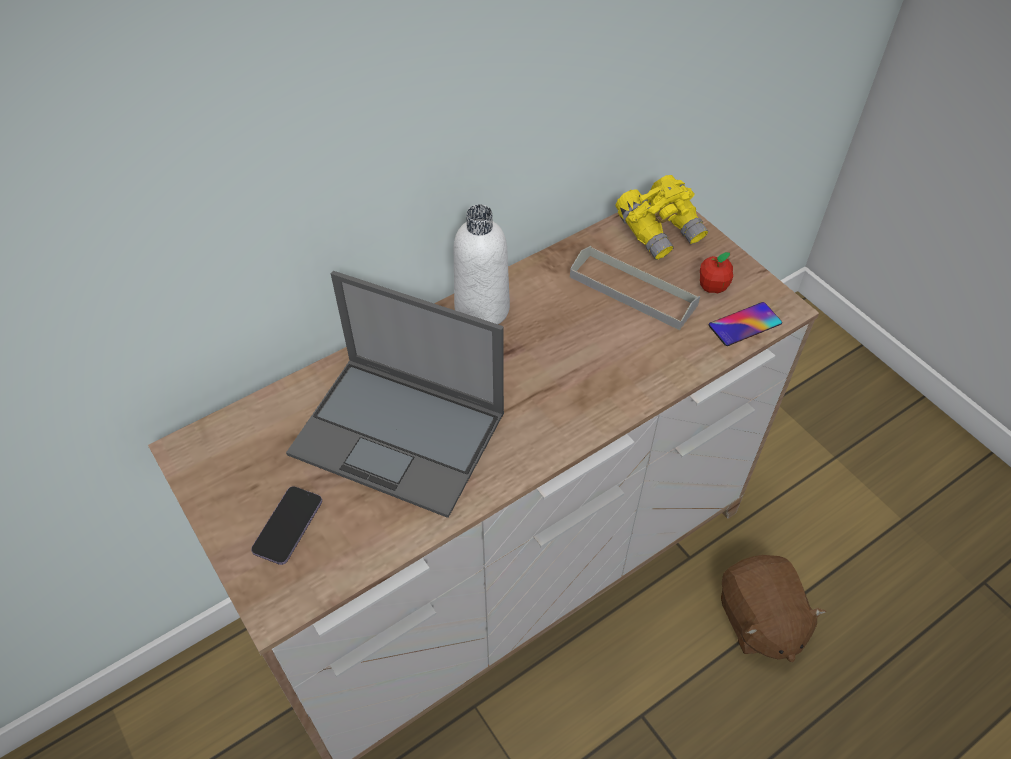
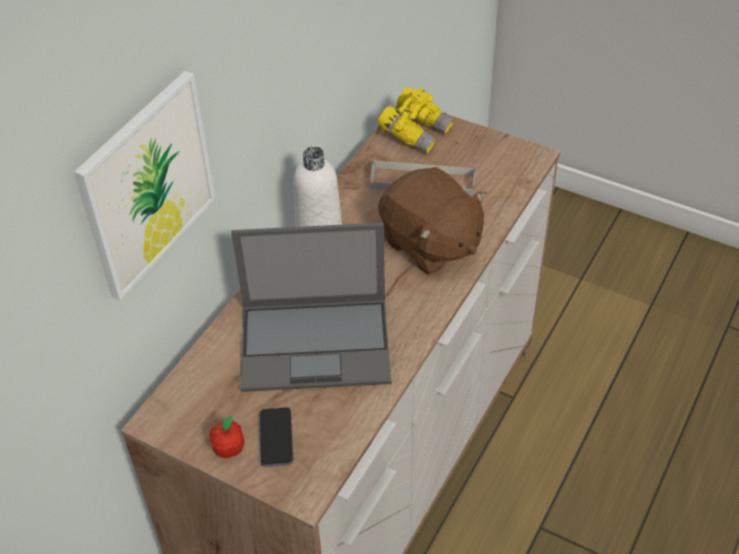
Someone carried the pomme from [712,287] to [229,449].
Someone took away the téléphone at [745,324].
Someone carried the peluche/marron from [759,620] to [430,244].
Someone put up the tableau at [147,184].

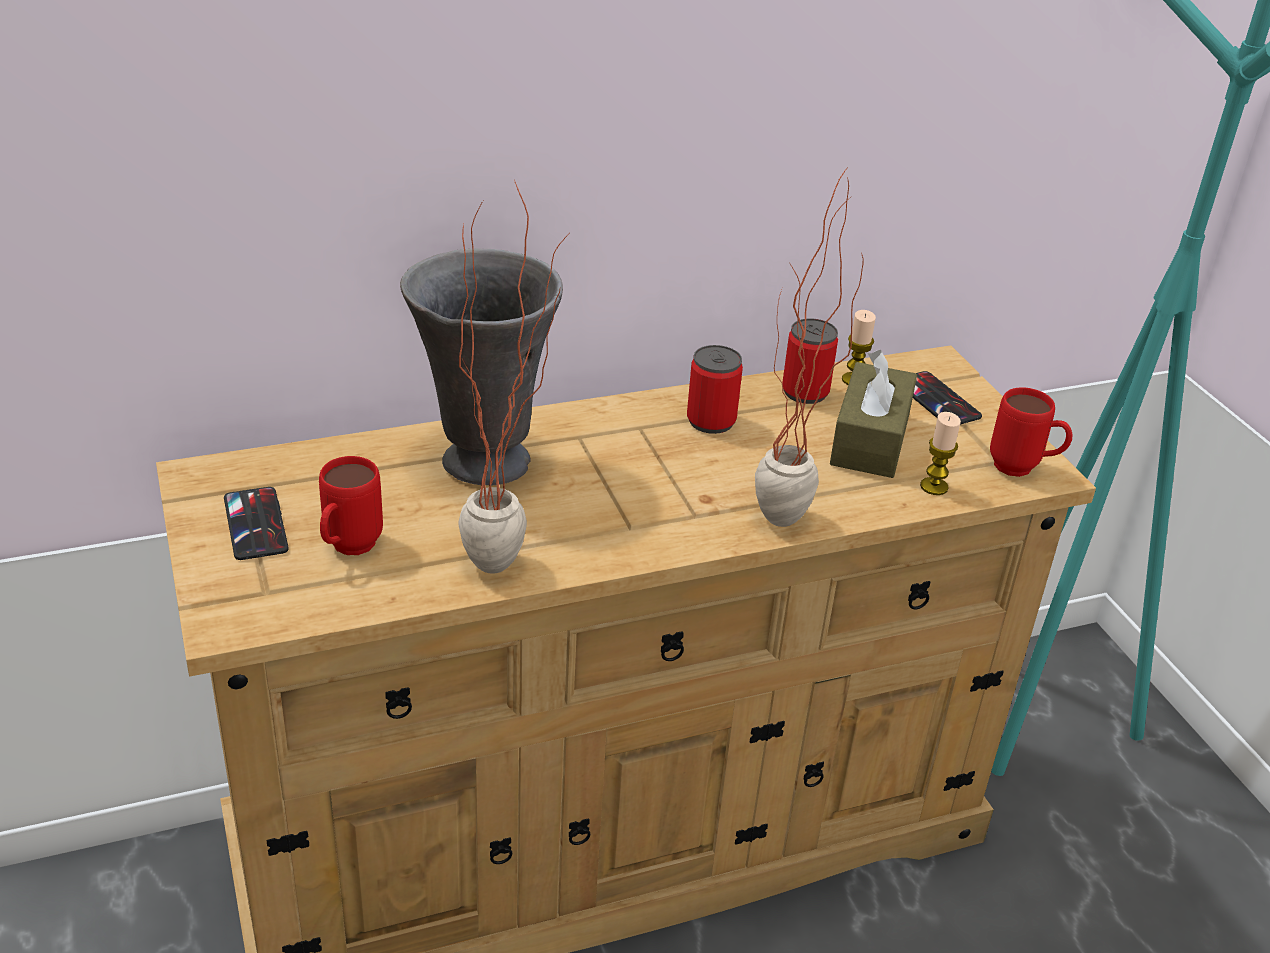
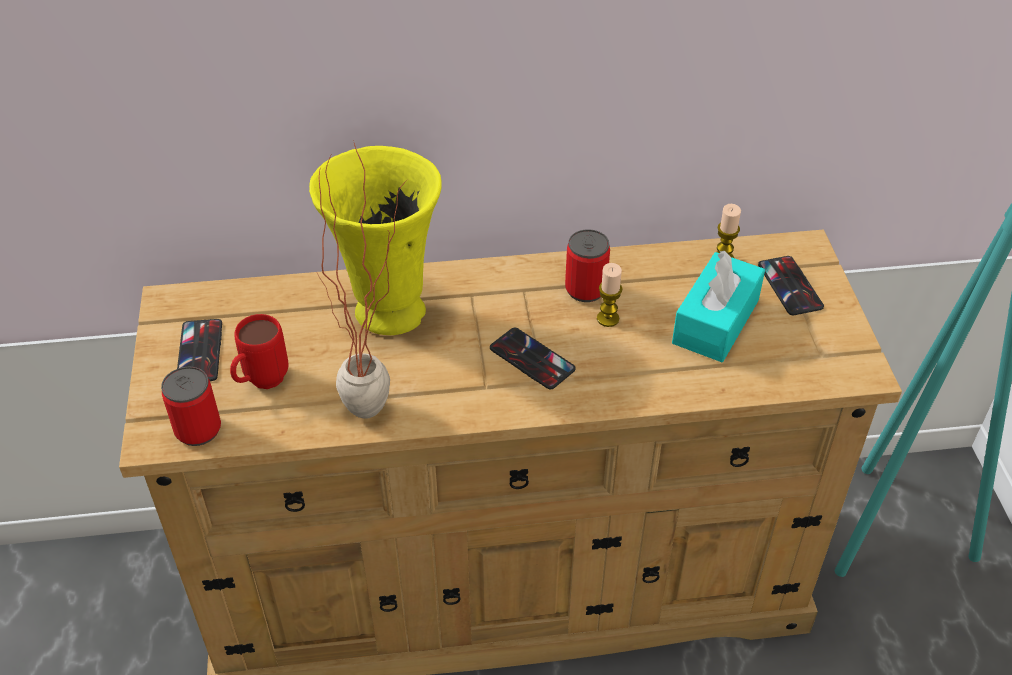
Someone took away the plante en pot at [781,531].
Someone repainted the vase/gris at [482,463], which became the vase/jaune at [387,312].
Someone carried the boîte métallique from [805,392] to [198,430].
Someone repainted the boîte à mouchoirs/marron at [870,440], which became the boîte à mouchoirs/turquoise at [715,322].
Someone took away the mug/rouge at [1023,469].
Someone carried the bougie from [934,487] to [607,319].
Someone put down the téléphone at [532,359].

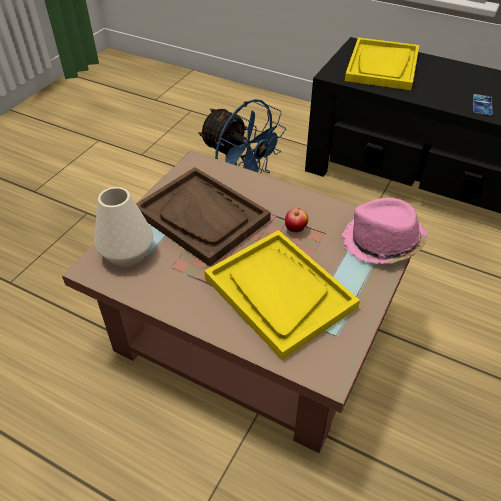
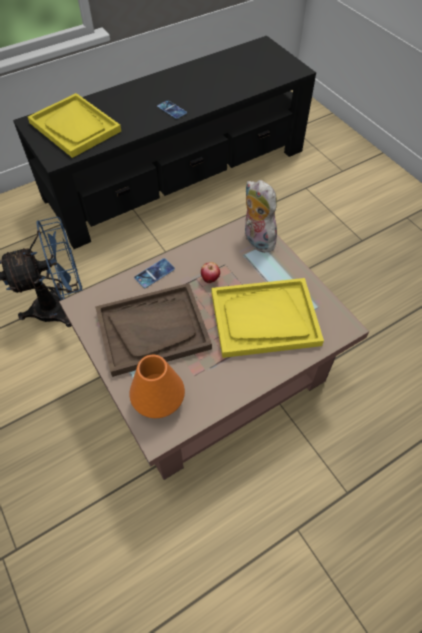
Someone repainted the vase/blanc at [127,253], which became the vase/orange at [158,401].
Someone swapped the chapeau/rose at [381,243] for the peluche at [256,240].
Someone put down the téléphone at [154,273].

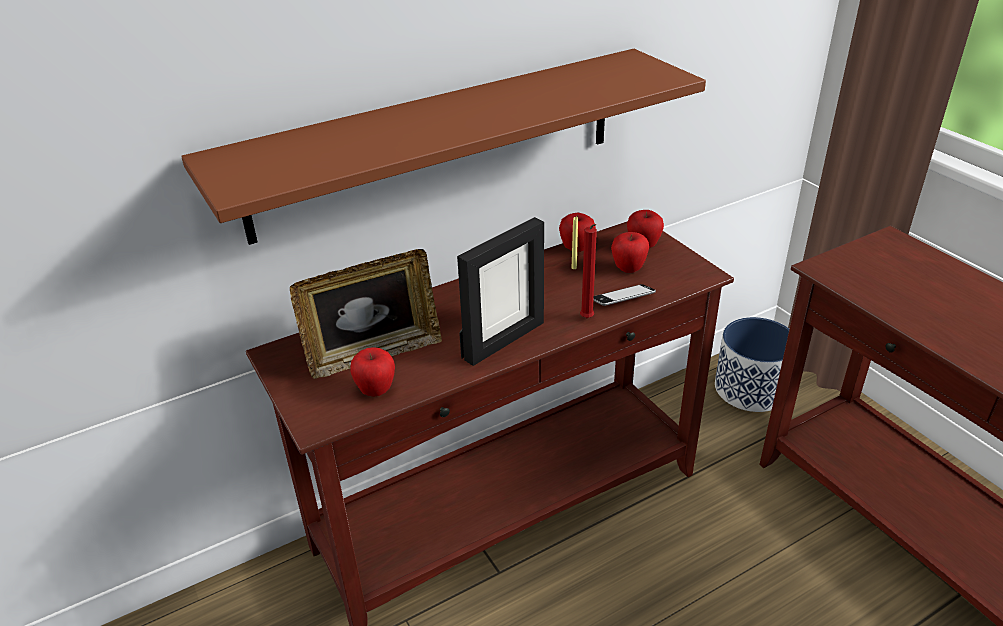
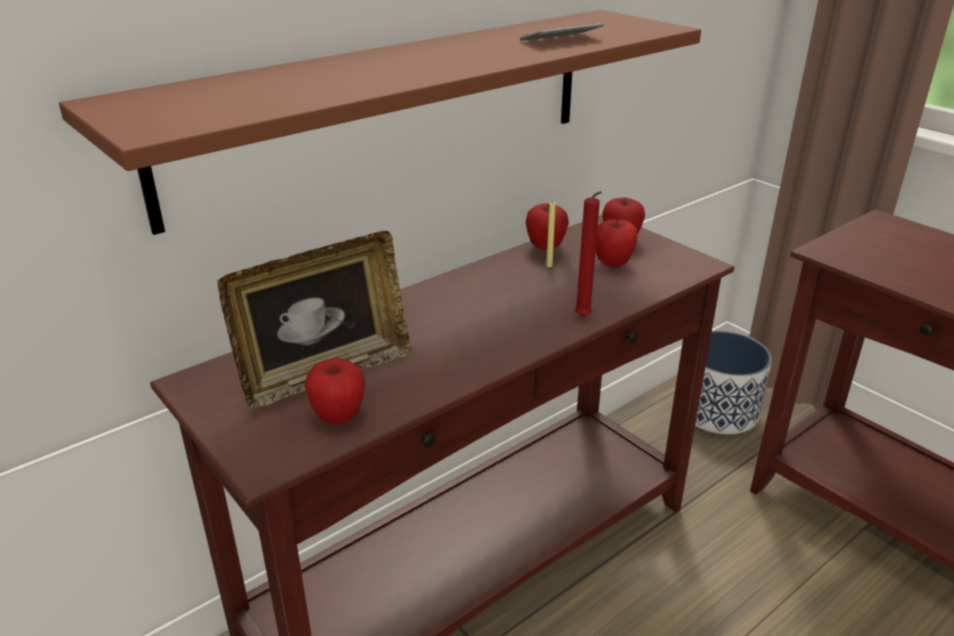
Someone took away the cadre photo at [503,340].
Someone carried the téléphone from [622,299] to [561,40].

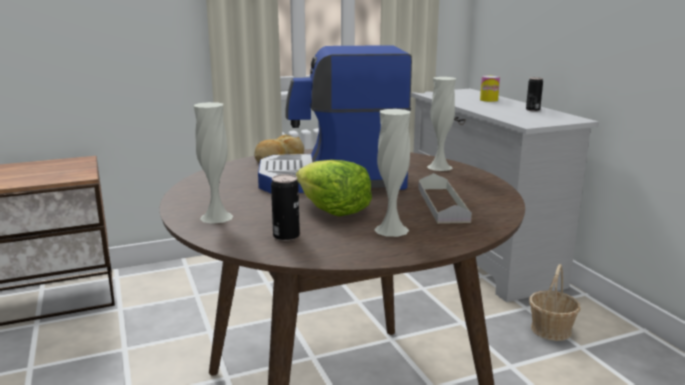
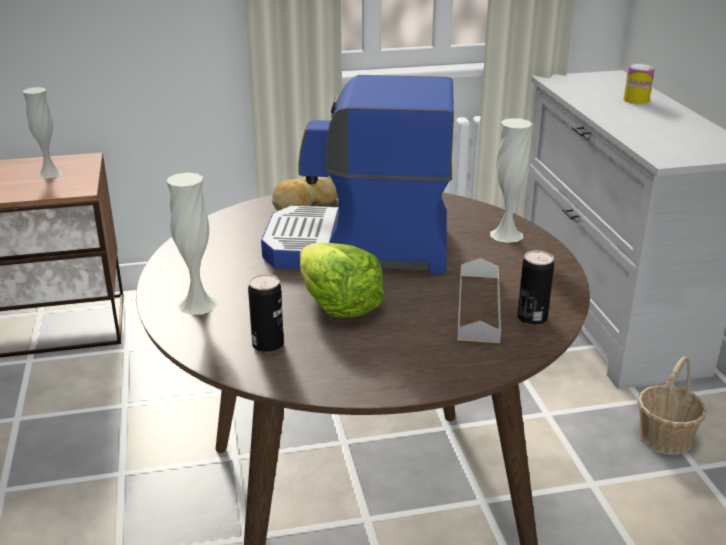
Someone carried the boîte métallique from [532,110] to [532,318].
Someone carried the vase/blanc from [391,230] to [49,173].

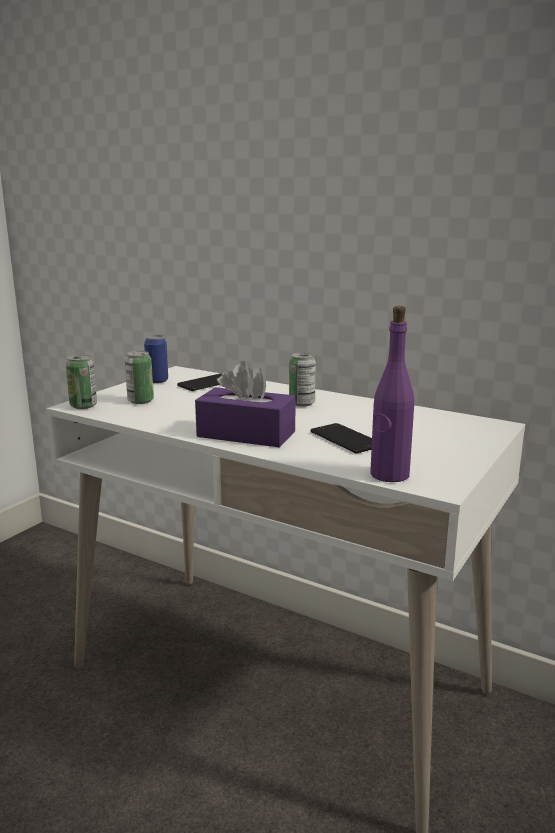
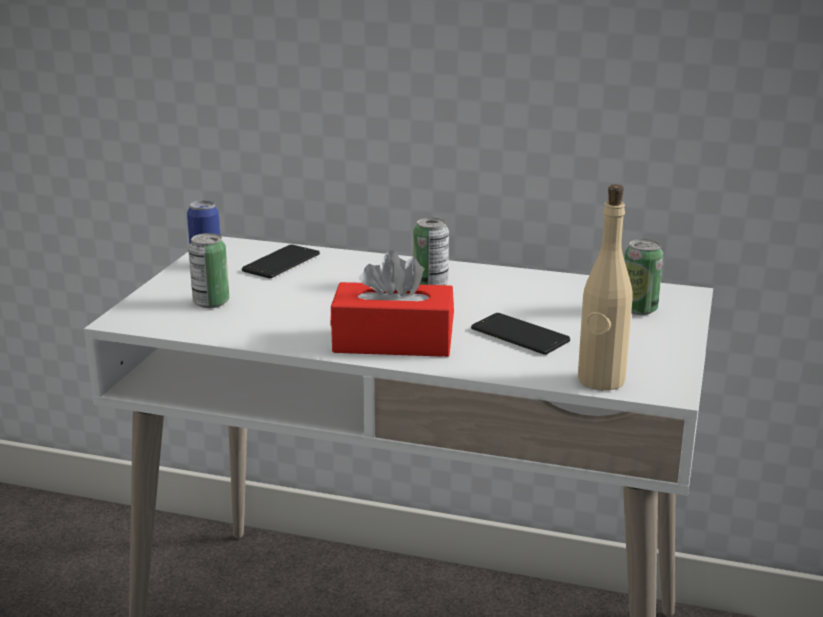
Someone repainted the bouteille/violet at [389,475], which became the bouteille/beige at [601,380].
Someone carried the boîte métallique from [83,406] to [639,309].
Someone repainted the boîte à mouchoirs/violet at [246,434], which became the boîte à mouchoirs/rouge at [393,341].

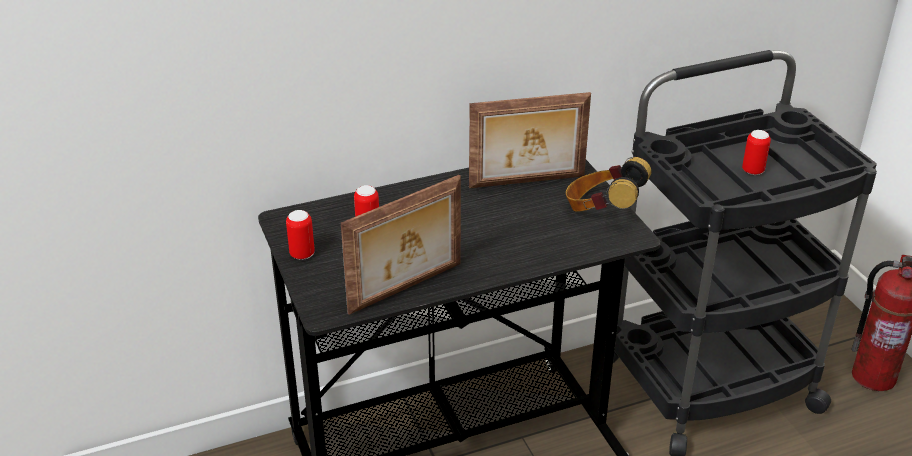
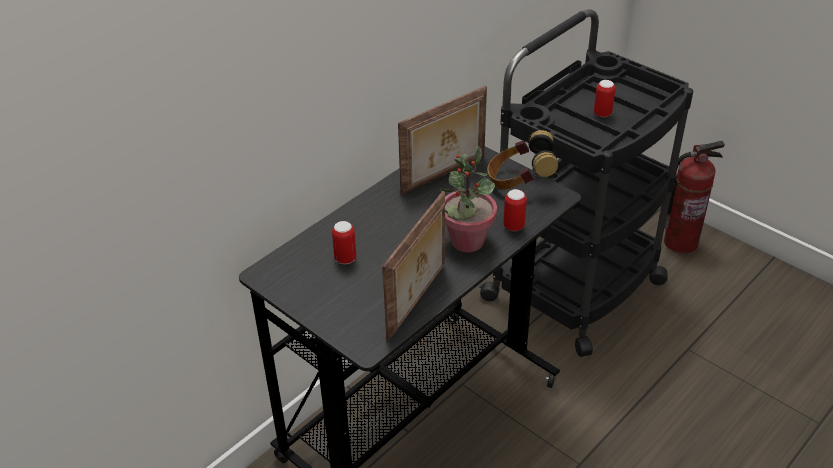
Someone carried the boîte métallique from [302,254] to [513,226].
Someone put down the plante en pot at [467,241].

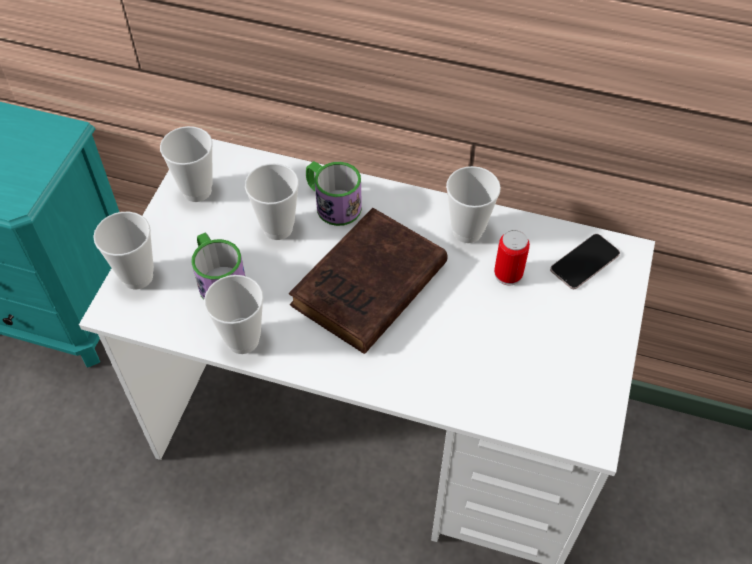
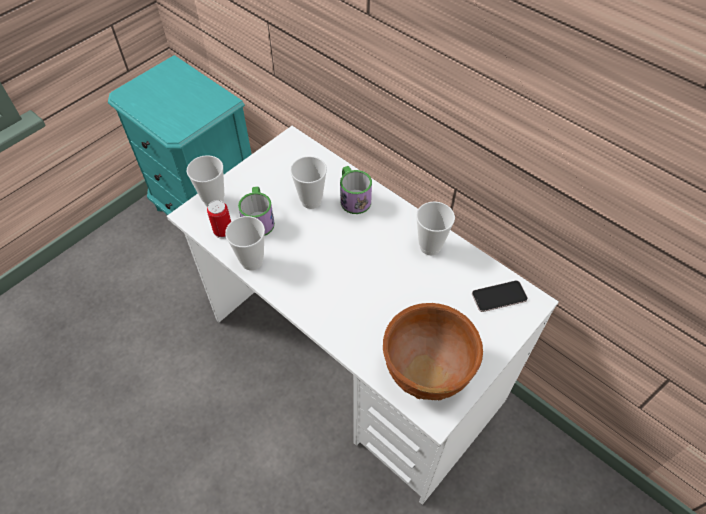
Someone took away the tasse at [197,191].
Someone took away the livre/marron at [366,288].
Someone carried the boîte métallique from [508,274] to [223,231].
Someone put down the bol/marron at [427,370].

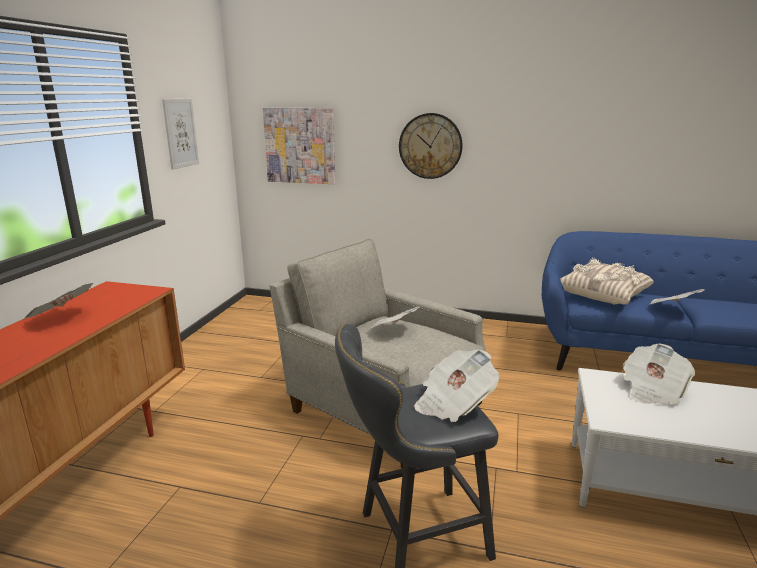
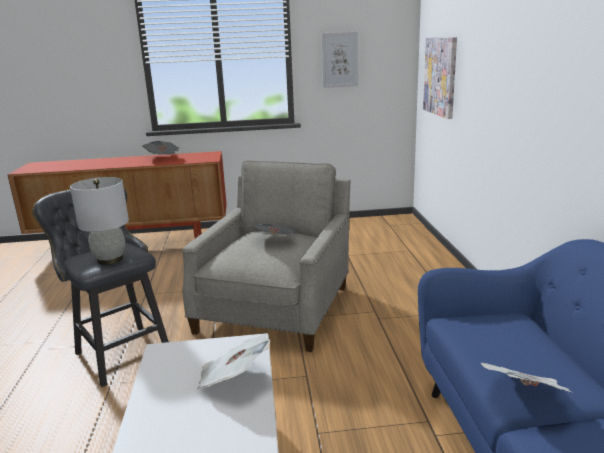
Someone took away the horloge murale at [430,146].
Someone took away the coussin/beige at [602,296].
Someone swapped the journal at [453,403] for the lampe de table/blanc at [110,259].

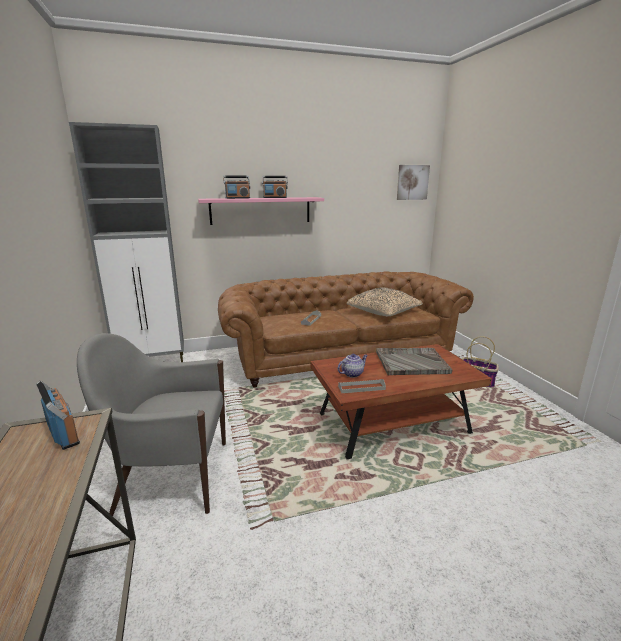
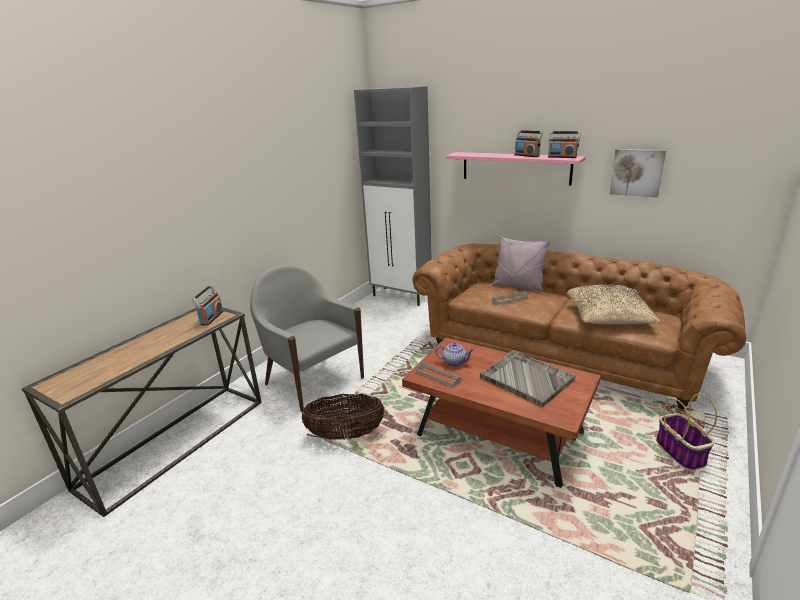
Someone carried the tableau from [412,182] to [637,172].
Someone carried the radio from [237,198] to [562,157].
Someone put down the coussin/violet at [518,287].
Someone put down the panier at [346,435].

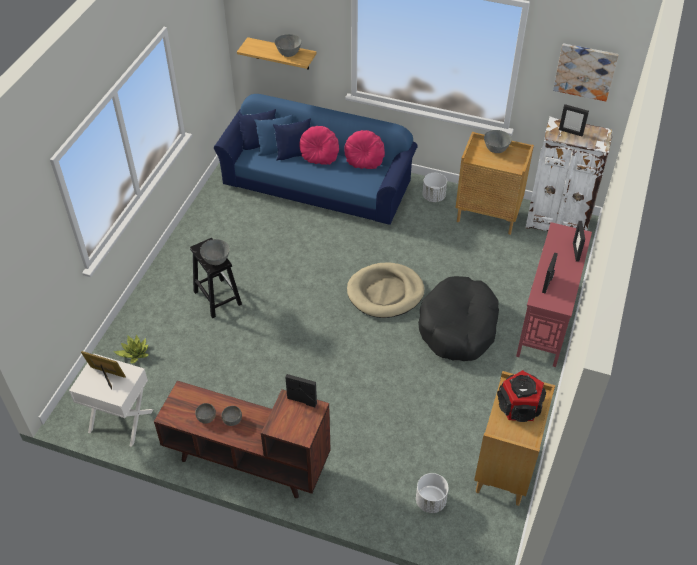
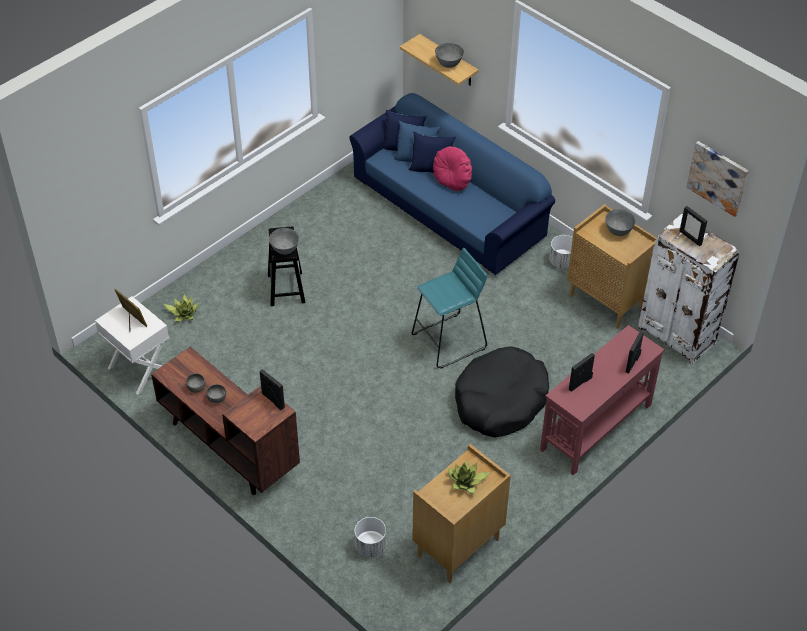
Someone took away the coussin/rose at [364,164].
Someone swapped the panier pour chien/beige at [385,292] for the tabouret/turquoise at [449,341].
Someone swapped the enceinte at [520,407] for the plante en pot at [466,482].

